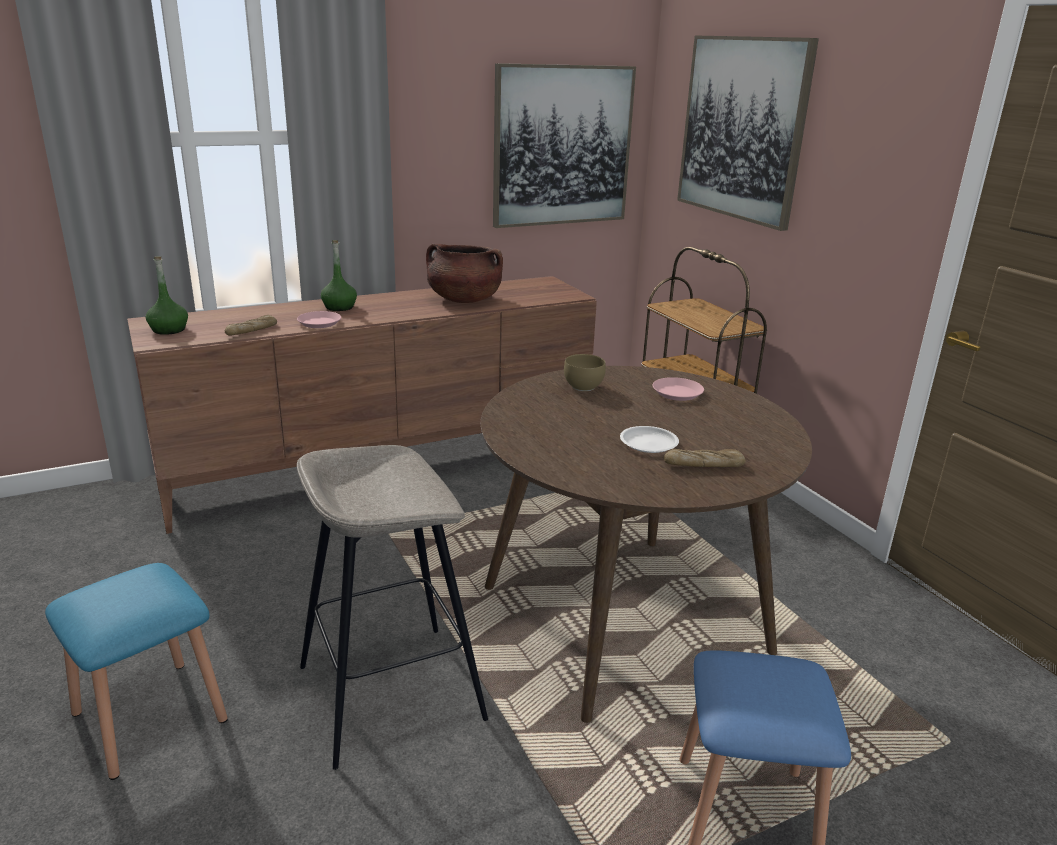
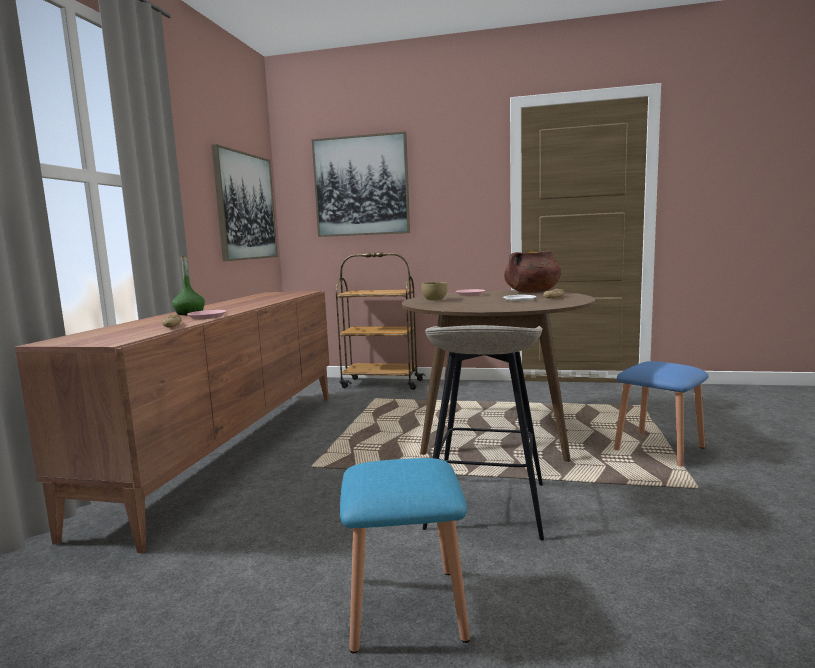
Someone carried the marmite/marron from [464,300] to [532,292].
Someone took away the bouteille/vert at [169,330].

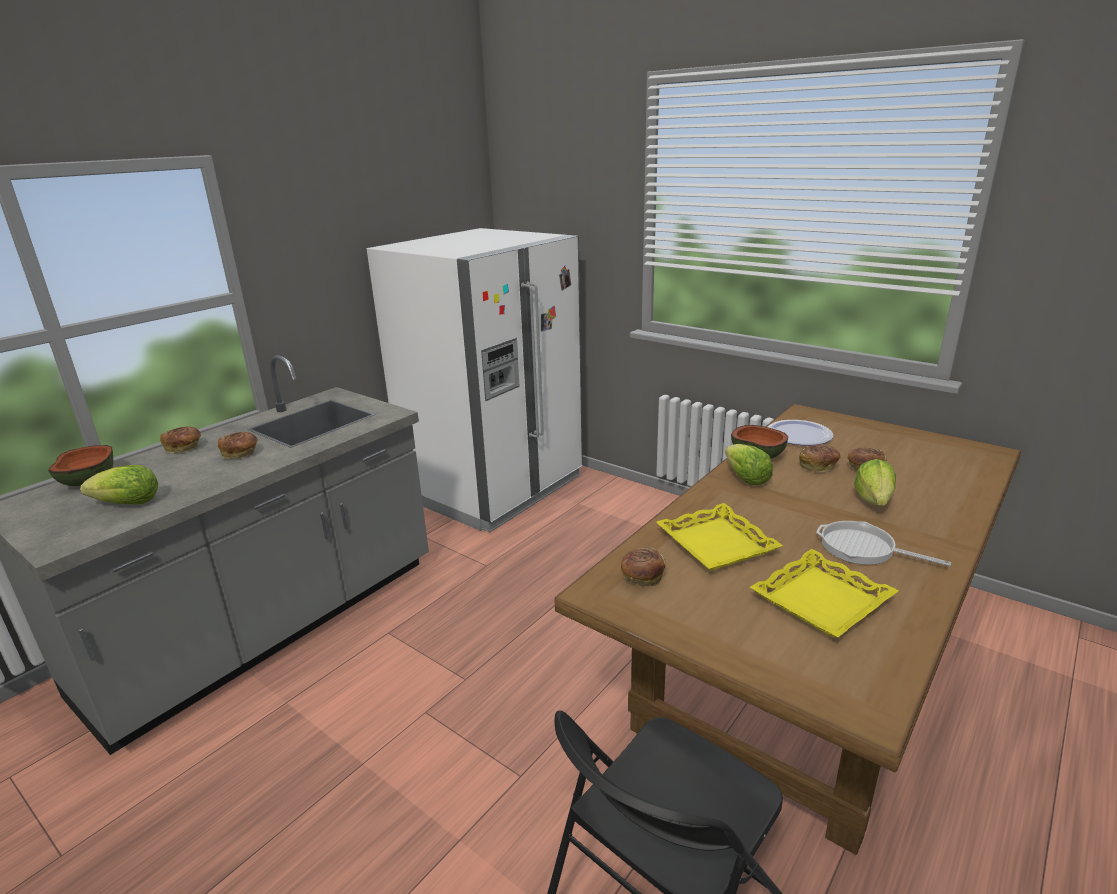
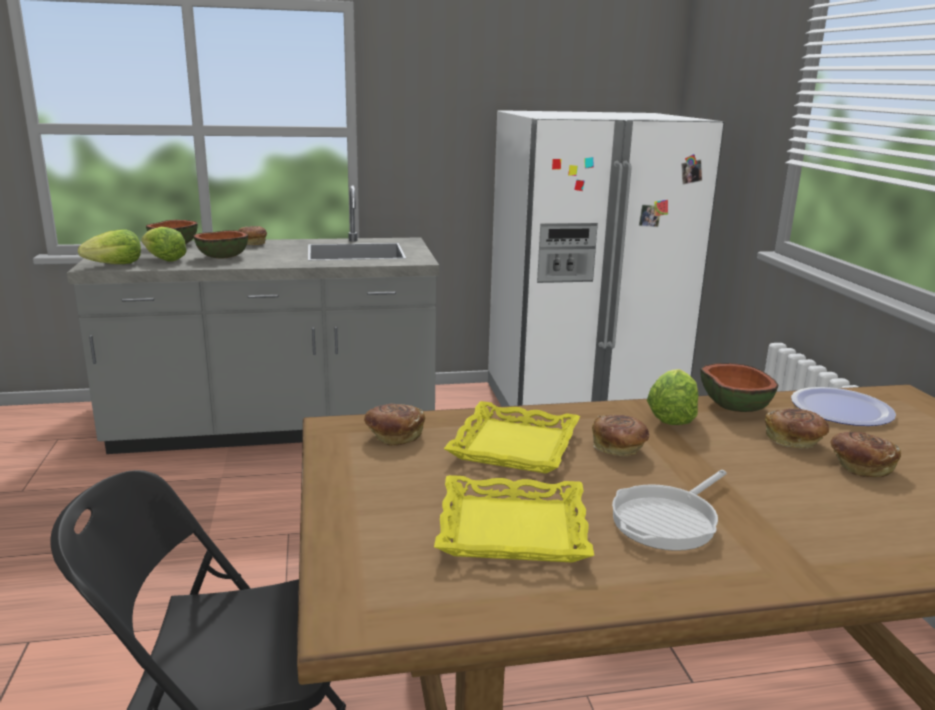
Someone carried the pain from [240,454] to [619,448].
Someone carried the laitue from [874,500] to [116,265].
Someone rotated the poêle at [863,549] by 120 degrees counterclockwise.
Someone put down the bol at [222,256].

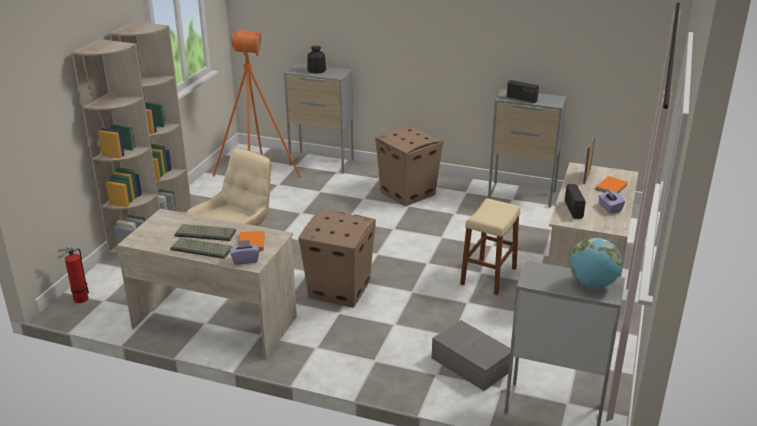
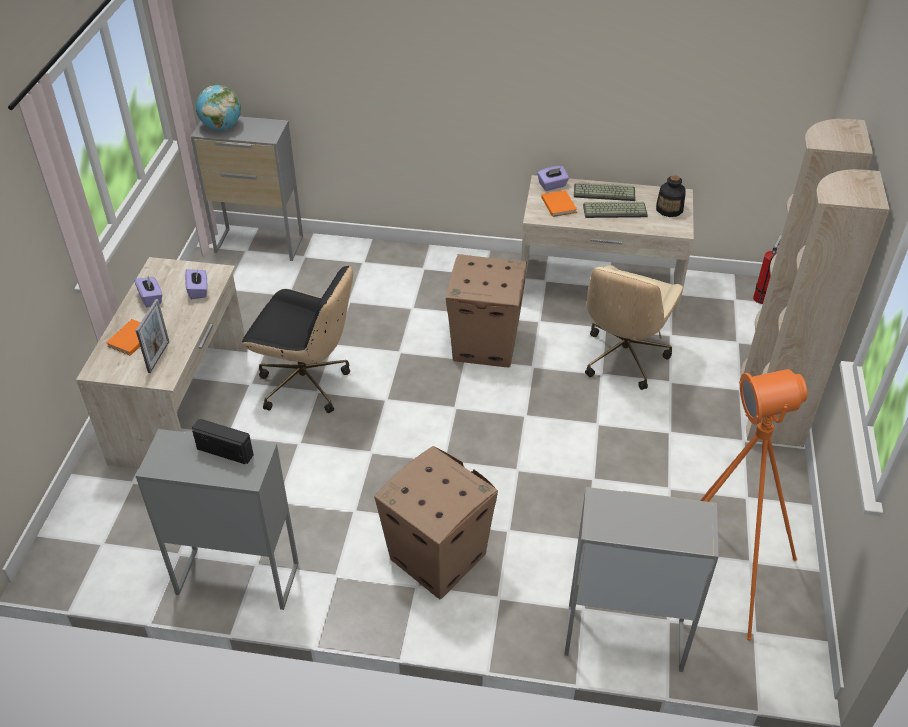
Someone carried the bouteille from [316,70] to [669,209].
Someone swapped the radio at [573,209] for the boîte à mouchoirs/violet at [198,290].
Someone swapped the tabouret/beige at [488,276] for the chaise de bureau/noir at [307,387].
Someone took away the boîte de rangement/gris at [471,365].

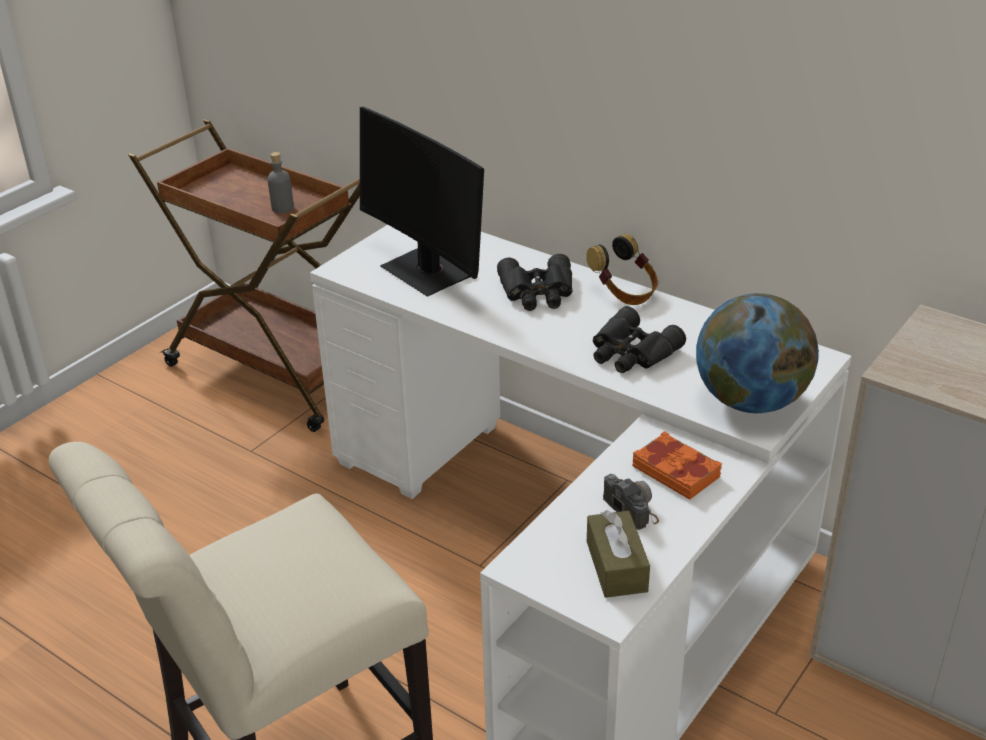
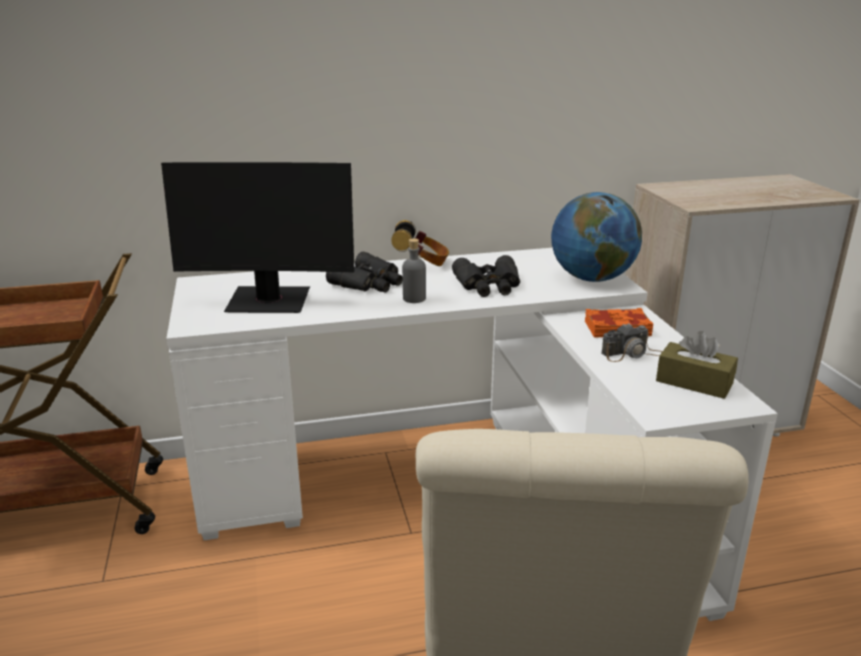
Someone carried the bouteille/gris from [282,208] to [414,298].
Someone rotated the appareil photo at [629,504] by 150 degrees clockwise.

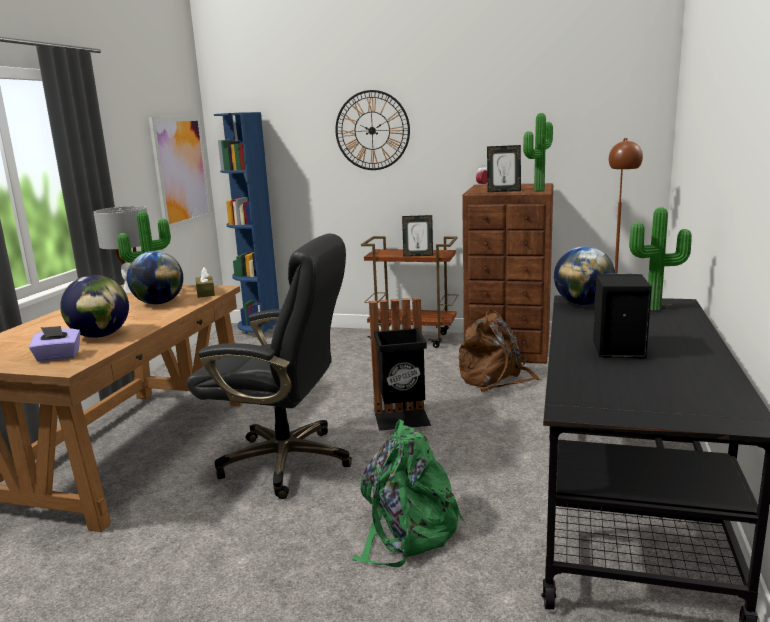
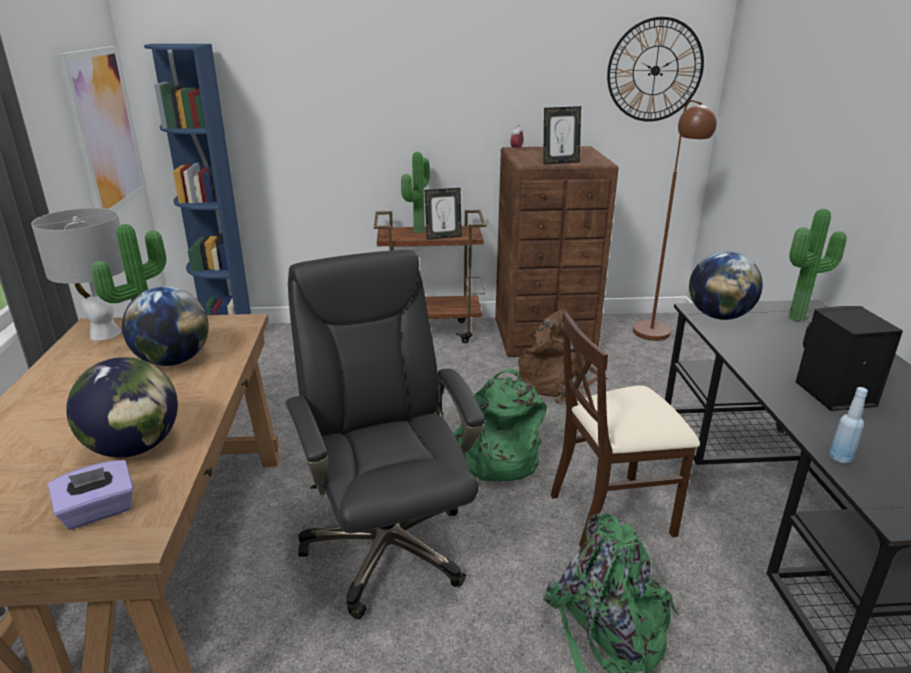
Someone carried the horloge murale from [372,130] to [655,70].
Someone carried the plante en pot from [537,190] to [417,231].
Someone rotated the chaise de bureau/noir at [282,462] by 105 degrees counterclockwise.
Someone took away the boîte à mouchoirs/marron at [205,293].
Someone swapped the poubelle/noir at [402,419] for the sac à dos/vert at [494,457].
Someone put down the chaise/beige at [612,512].
Someone put down the bouteille/bleu at [840,458].

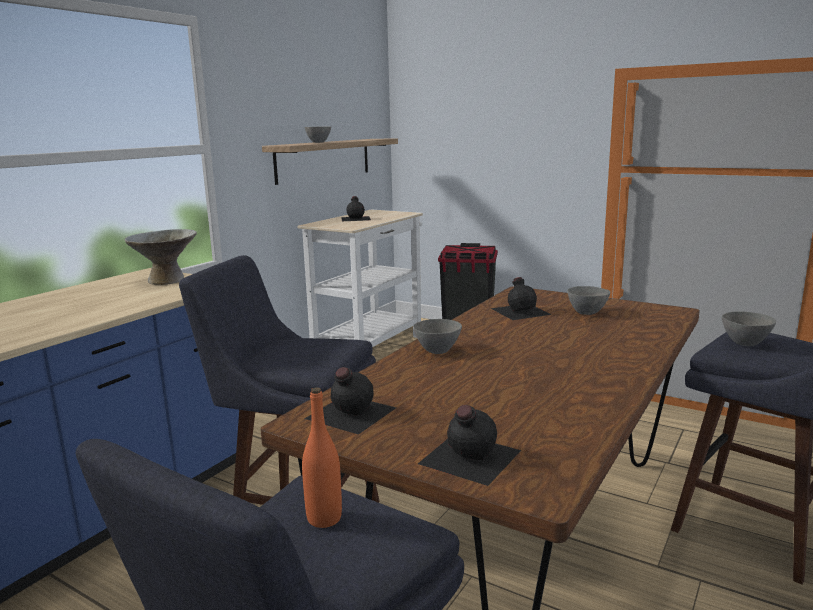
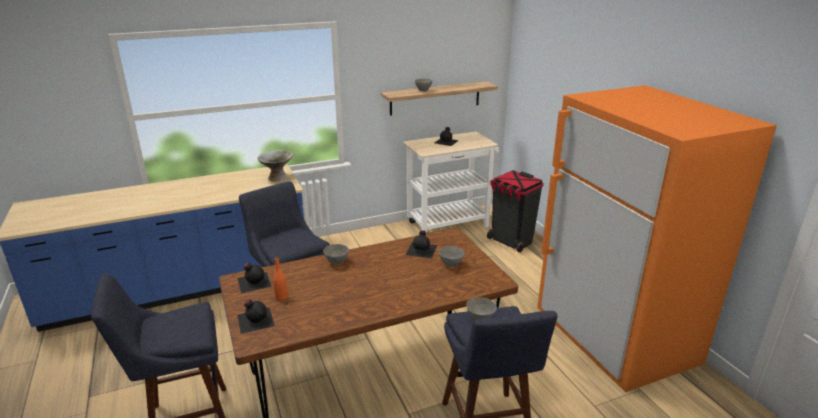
Someone carried the bouteille/orange from [324,518] to [281,298].

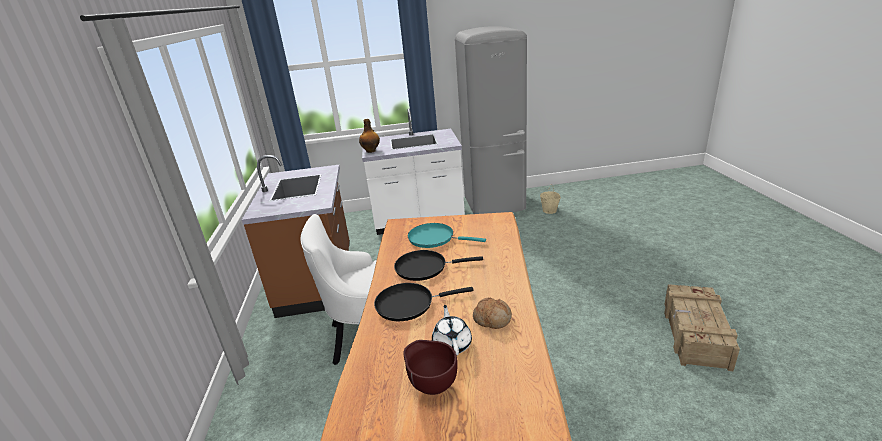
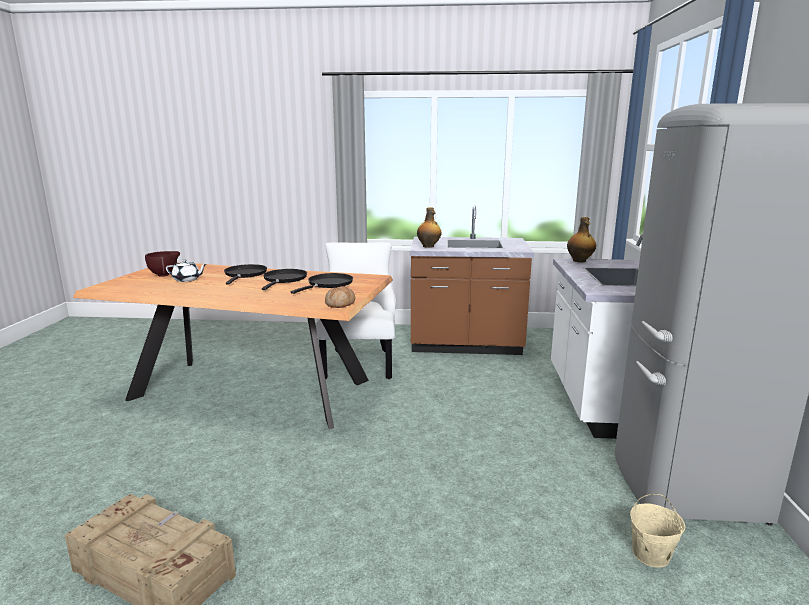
Someone repainted the poêle/turquoise at [434,238], which became the poêle/noir at [328,284].
Someone carried the pain from [492,318] to [340,304].
Someone put down the bouteille at [429,246].

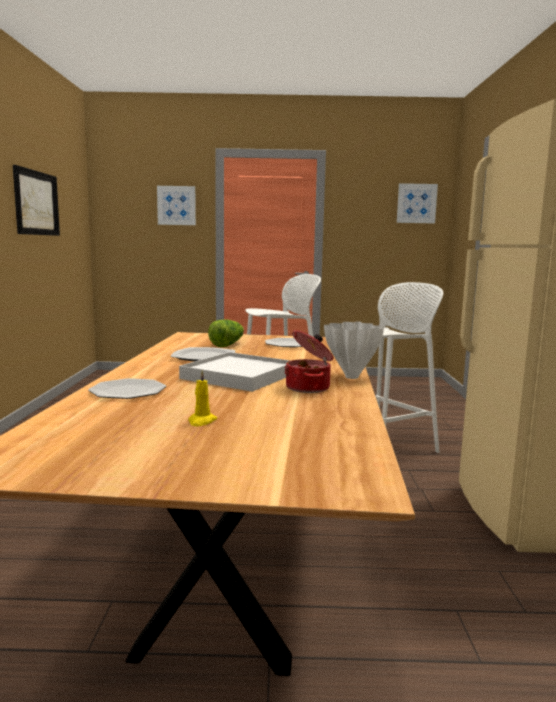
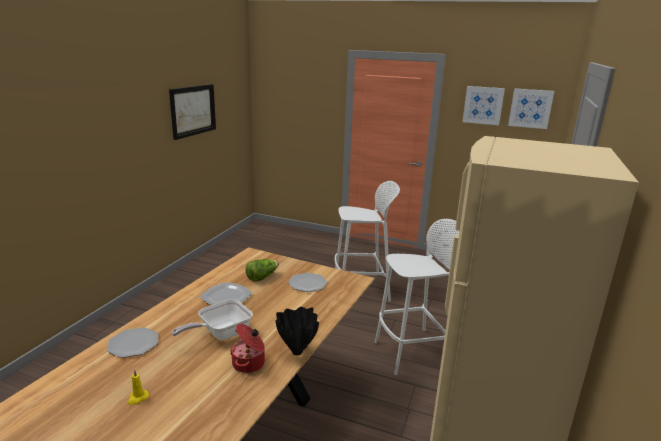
Someone carried the tableau from [176,205] to [483,105].
Someone repainted the vase/blanc at [351,377], which became the vase/noir at [296,352].
Someone swapped the plateau/blanc at [238,376] for the poêle at [220,334].

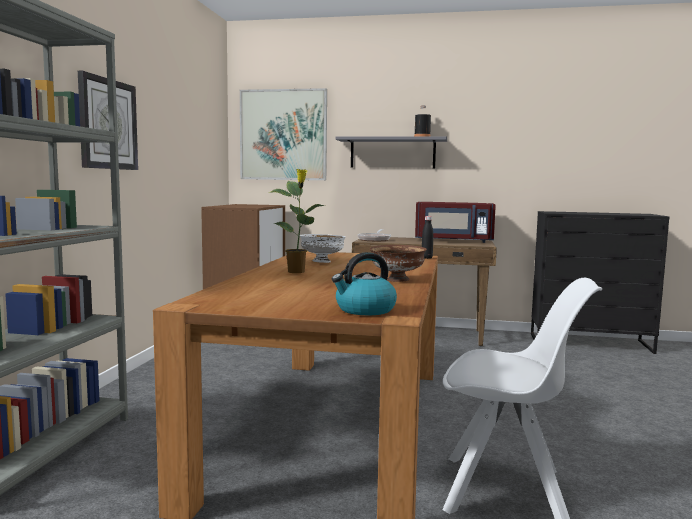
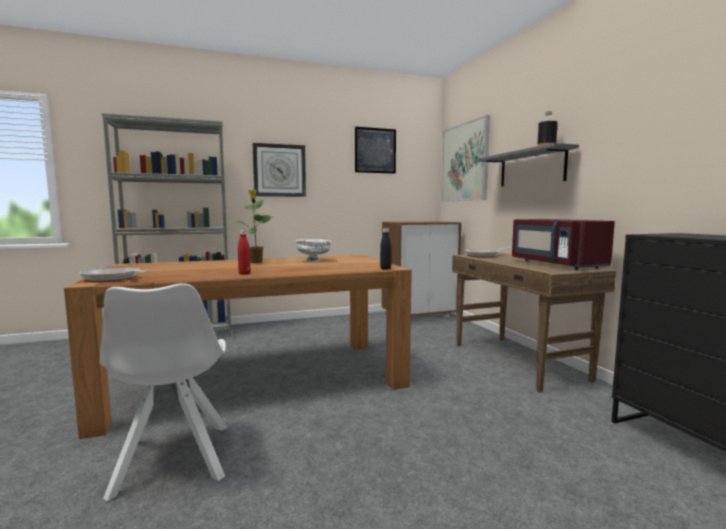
Someone swapped the bol/marron at [397,280] for the bouteille/rouge at [244,274].
Someone swapped the bouilloire at [364,310] for the poêle at [114,278].
Someone put up the tableau at [375,150].

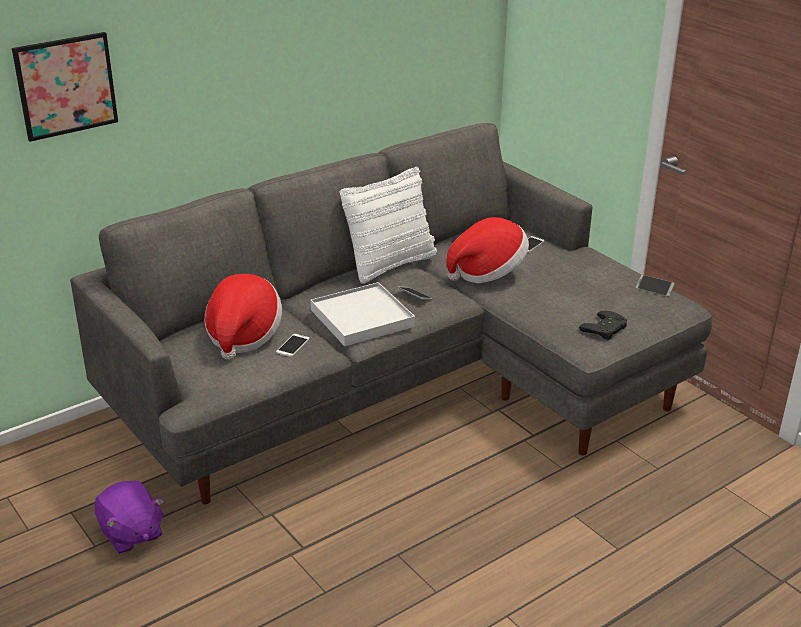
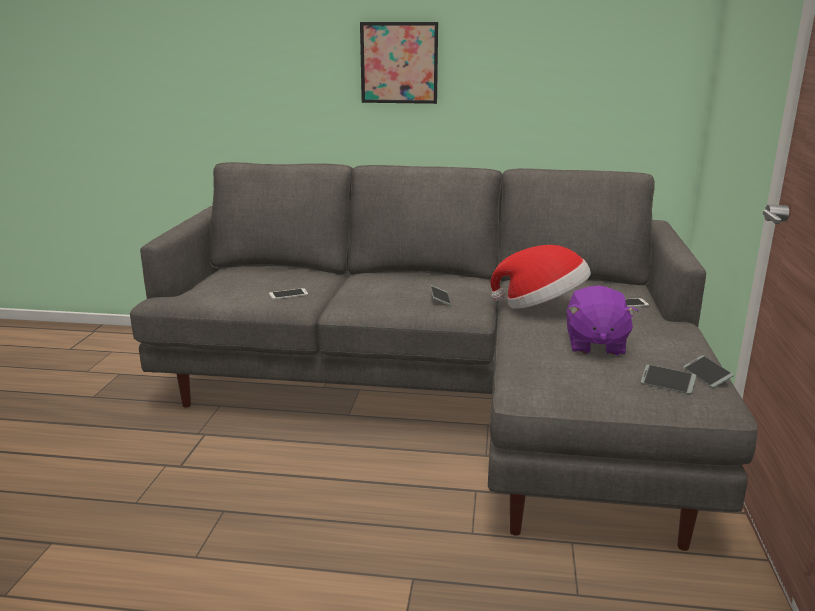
Someone carried the tableau from [66,86] to [399,63].
Someone took away the coussin/blanc at [389,265].
Someone took away the chapeau at [243,335].
Someone took away the plateau/blanc at [362,318].
Someone took away the manette/noir at [606,329].
Someone carried the peluche/violet from [131,534] to [595,345].
Someone put down the téléphone at [667,384].

